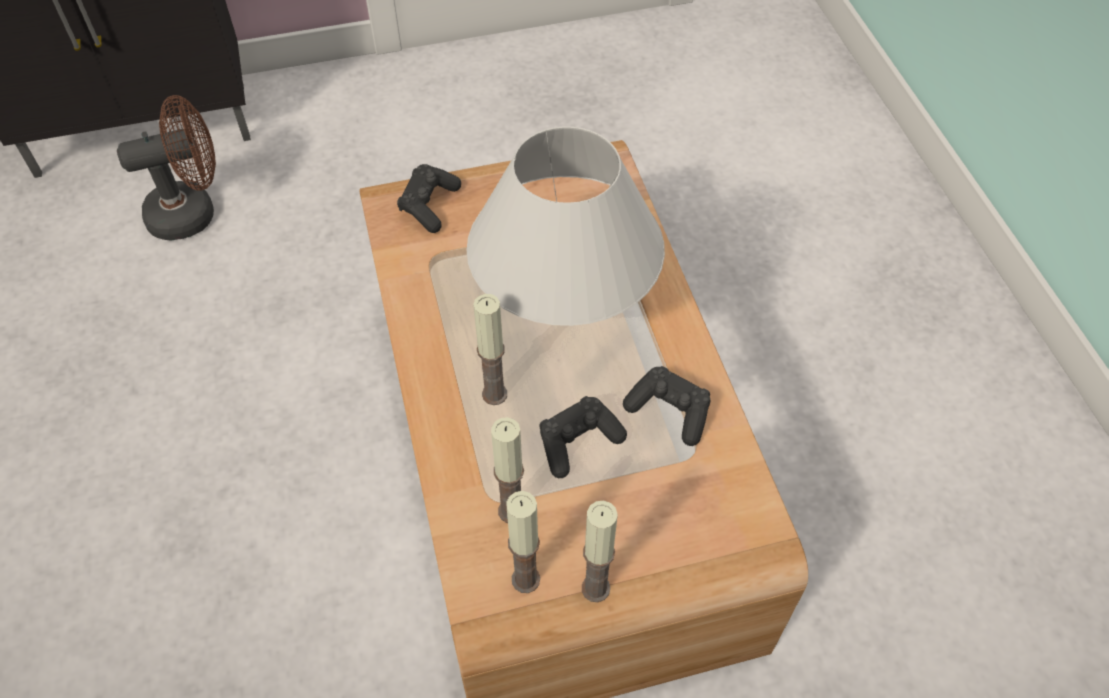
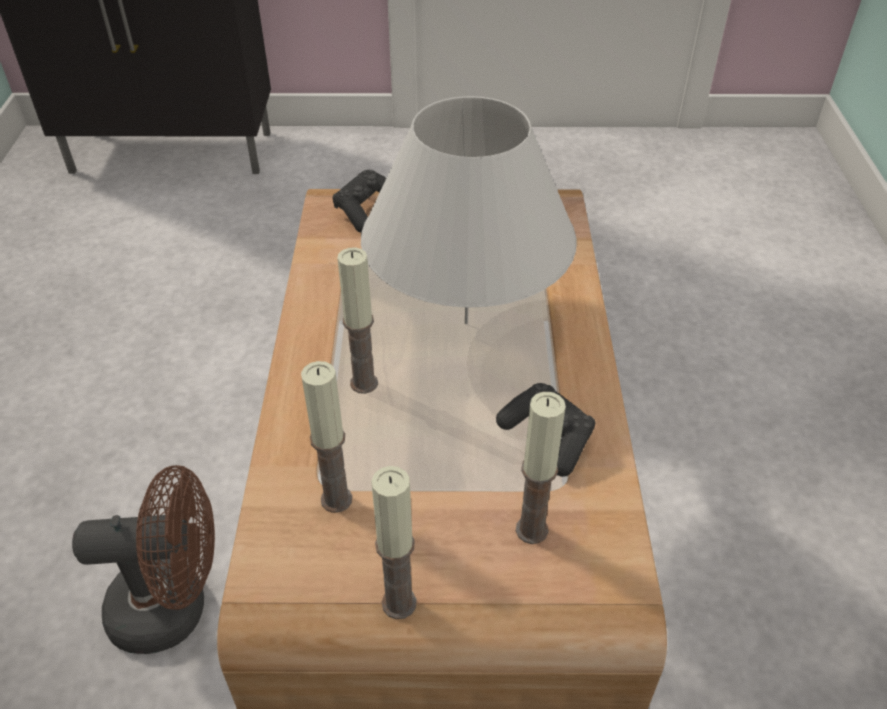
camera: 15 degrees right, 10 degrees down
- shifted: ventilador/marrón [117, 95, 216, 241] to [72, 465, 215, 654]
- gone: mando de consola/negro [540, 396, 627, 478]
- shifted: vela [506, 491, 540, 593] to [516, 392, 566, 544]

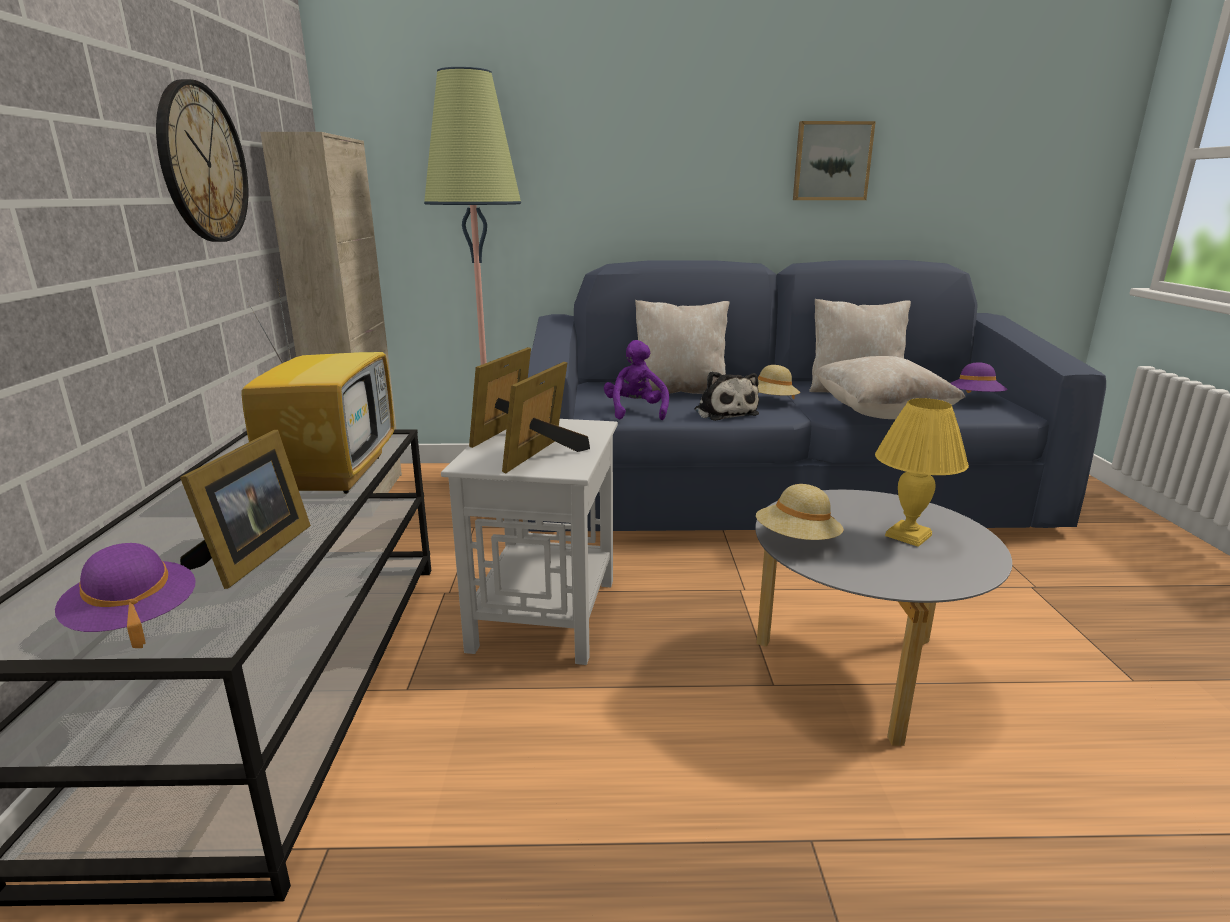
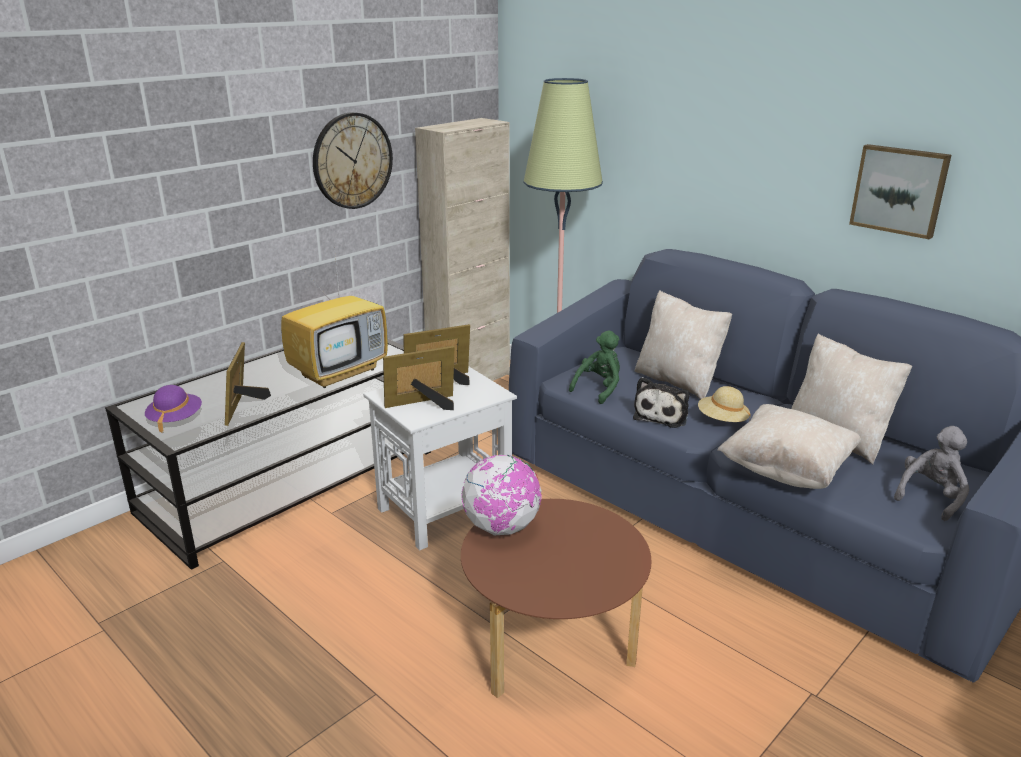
camera: 45 degrees right, 5 degrees up
- repainted: peluche/morado [604, 340, 669, 420] to peluche/verde [569, 330, 620, 404]
- swapped: sombrero/morado [950, 362, 1007, 393] to peluche/gris [894, 426, 969, 521]
- gone: lámpara de mesa/amarillo [875, 398, 969, 547]
- rotated: portarretratos [180, 430, 311, 589] = [225, 342, 271, 426] 120 degrees clockwise
- swapped: sombrero/beis [756, 484, 844, 540] to globo terráqueo [461, 455, 542, 535]
- repainted: mesa de centro/gris [755, 490, 1012, 746] to mesa de centro/marrón [461, 499, 652, 698]

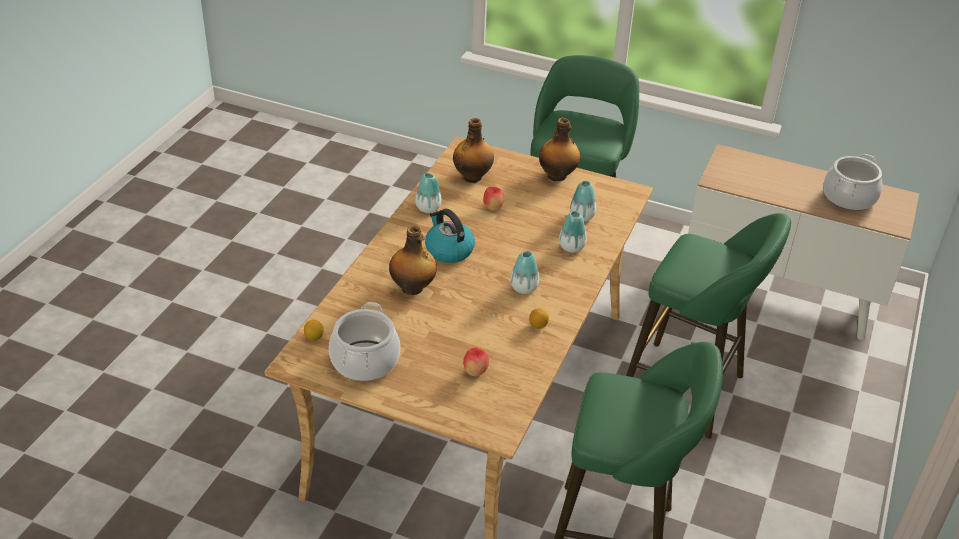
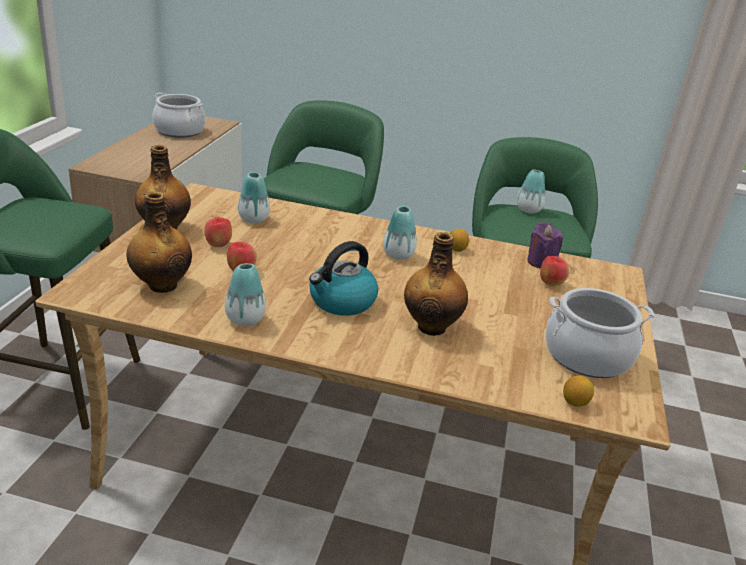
camera: 100 degrees left, 10 degrees down
- shifted: florero [559, 211, 587, 253] to [517, 170, 545, 214]
- new: manzana [204, 217, 232, 247]
- new: vela/morado [527, 222, 563, 269]

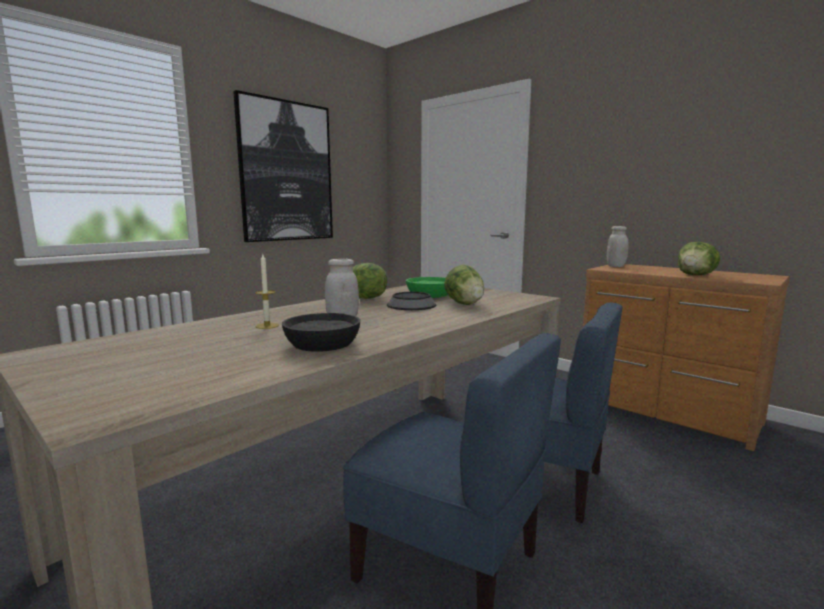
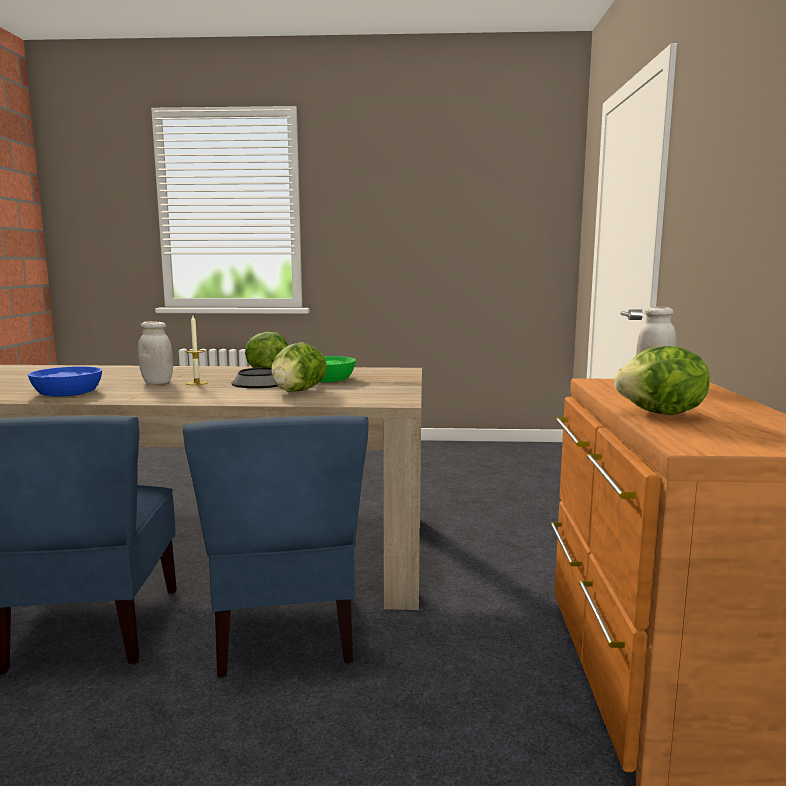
camera: 50 degrees right, 0 degrees up
- gone: cuadro [233, 90, 333, 242]
- shifted: vela [255, 254, 279, 329] to [186, 316, 208, 385]
- repainted: cuenco/negro [282, 313, 361, 352] to cuenco/azul [28, 366, 102, 396]

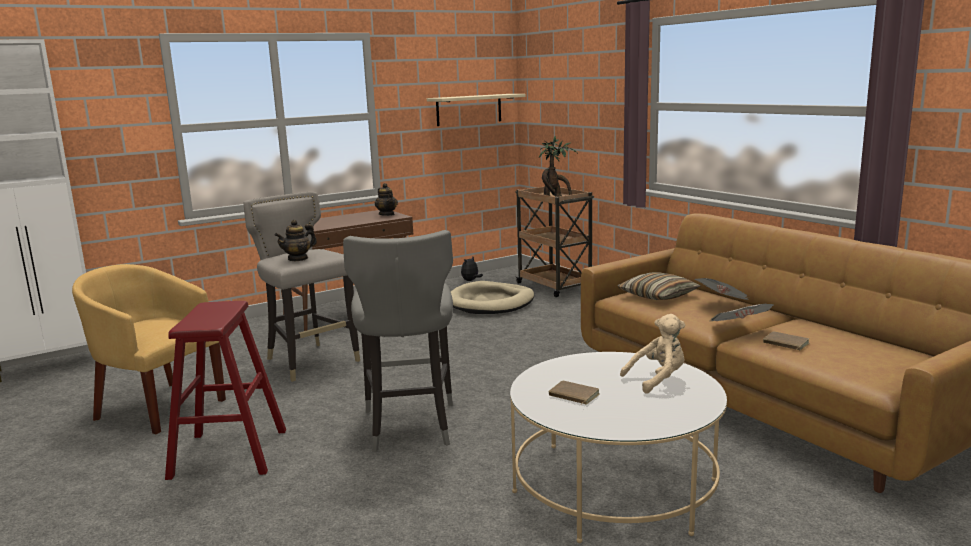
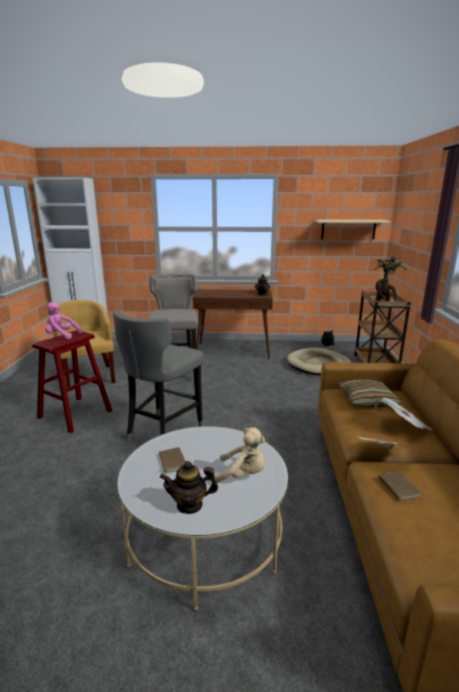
camera: 35 degrees right, 5 degrees up
- shifted: tetera [275, 219, 317, 261] to [160, 461, 218, 514]
- new: peluche/rosa [45, 302, 82, 339]

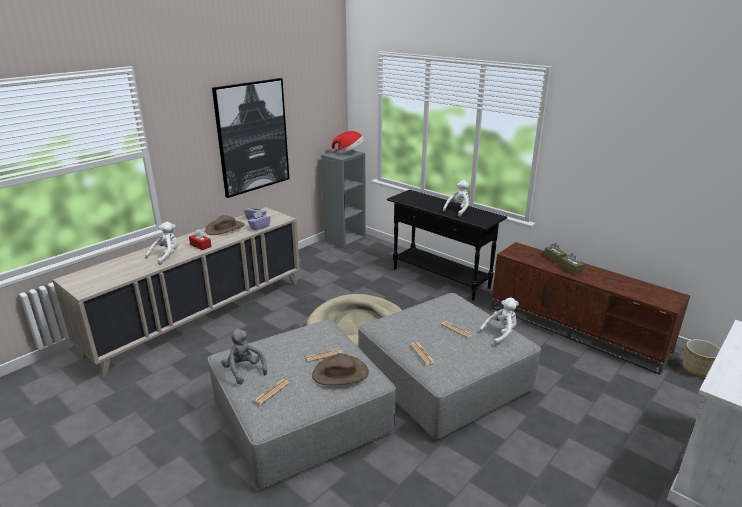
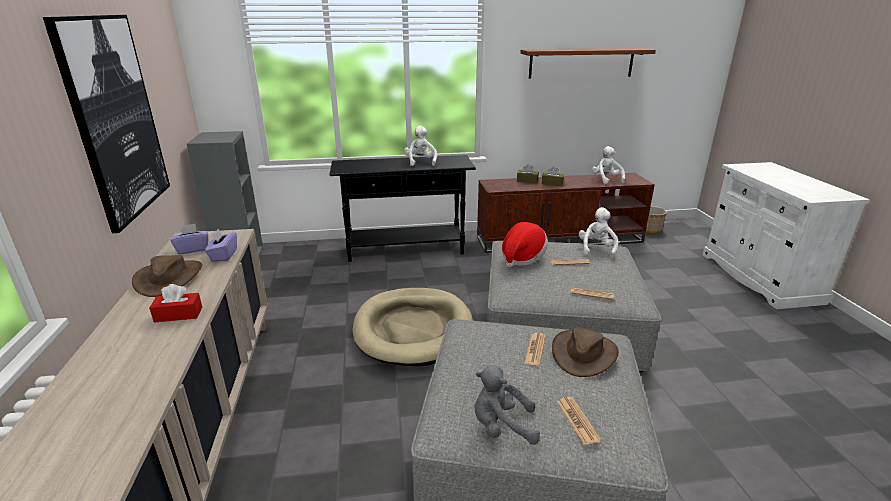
camera: 50 degrees left, 0 degrees up
- shifted: sombrero [332, 131, 365, 154] to [502, 222, 548, 267]
- shifted: peluche/blanco [145, 222, 179, 265] to [592, 146, 625, 184]
- new: estante/marrón [520, 48, 656, 79]

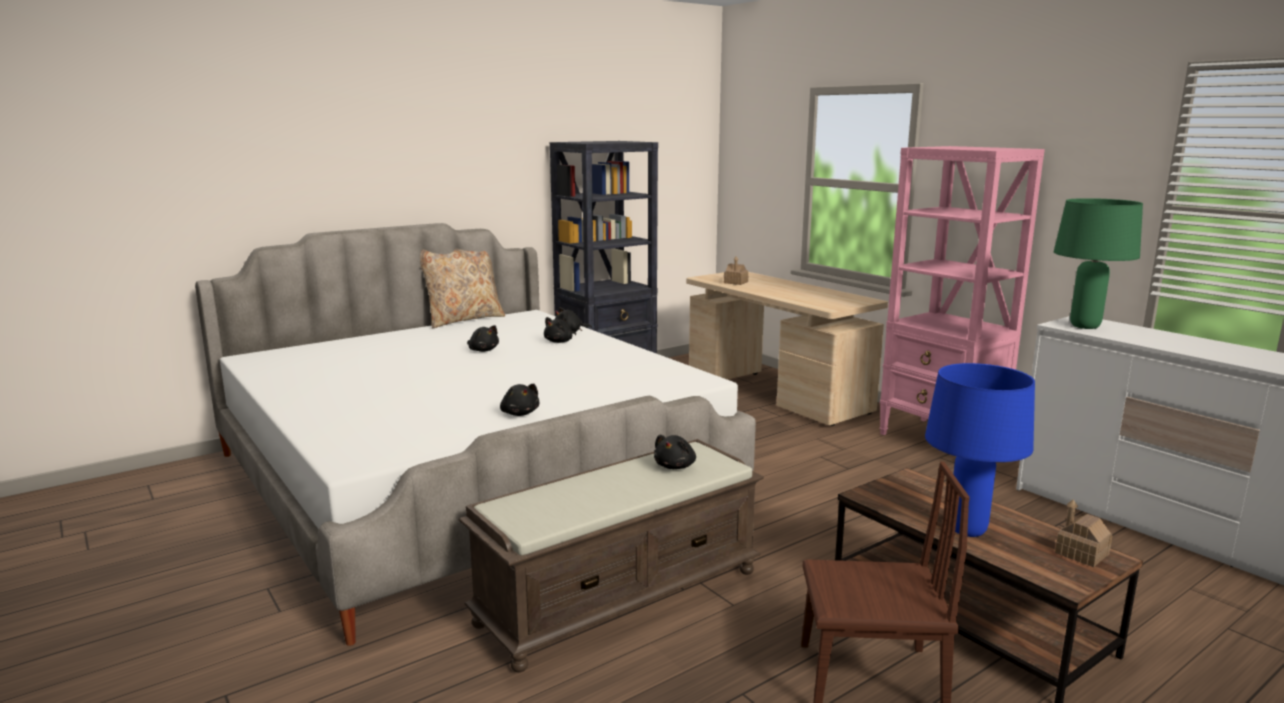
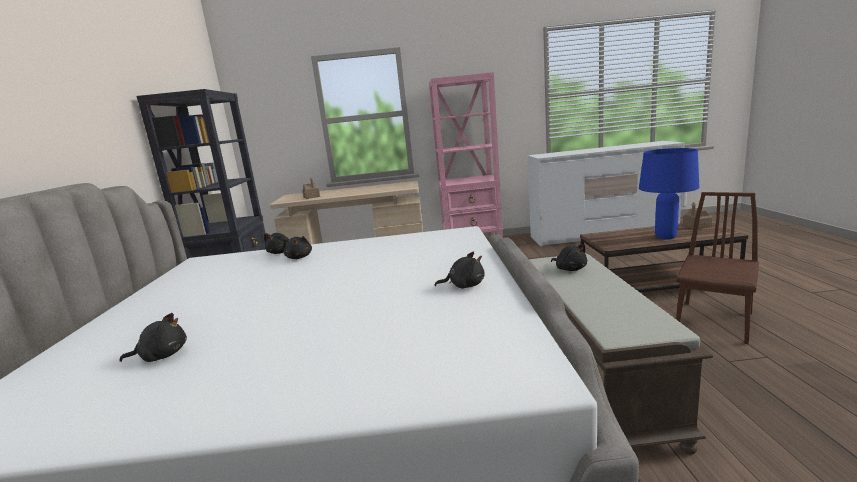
camera: 55 degrees left, 0 degrees up
- gone: lámpara de mesa/verde [1054, 198, 1143, 329]
- gone: cojín/beis [420, 249, 505, 328]
- shifted: peluche/negro [467, 325, 499, 352] to [119, 313, 187, 362]

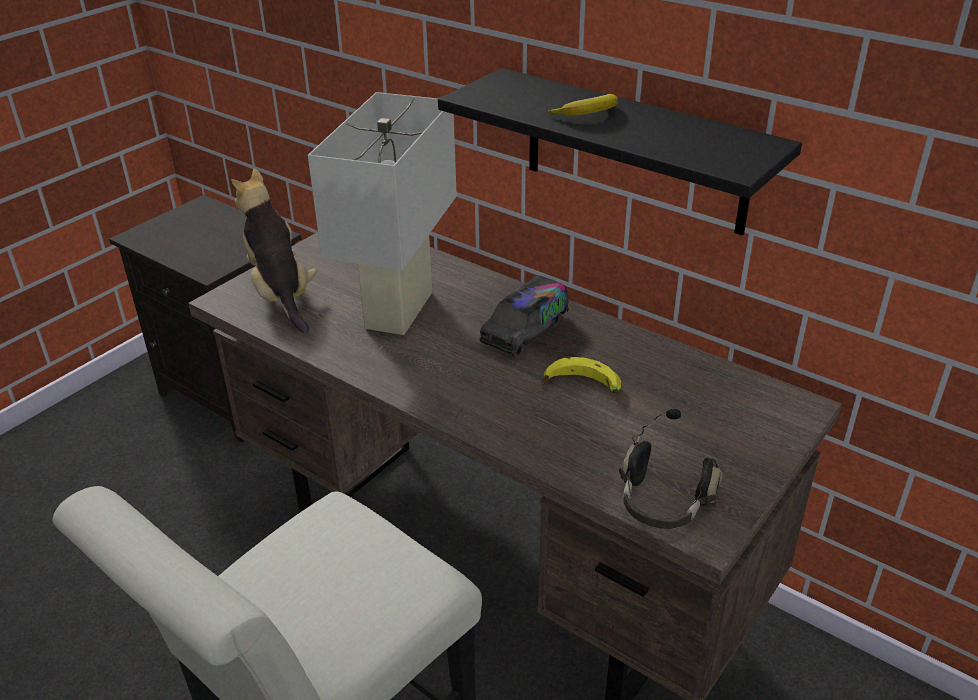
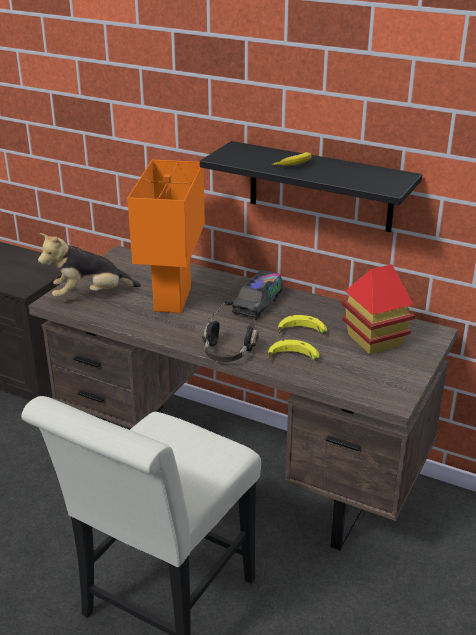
camera: 10 degrees left, 5 degrees down
- repainted: lámpara de mesa/blanco [308, 92, 457, 335] to lámpara de mesa/naranja [127, 160, 205, 313]
- rotated: peluche [231, 168, 317, 333] = [38, 233, 141, 297] 75 degrees counterclockwise
- shifted: auriculares/negro [619, 409, 723, 529] to [202, 299, 259, 362]
- new: casita [341, 264, 415, 354]
- new: plátano [268, 340, 319, 361]

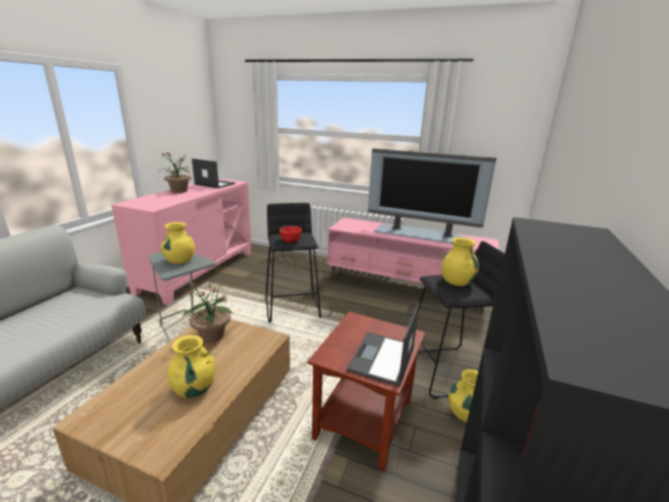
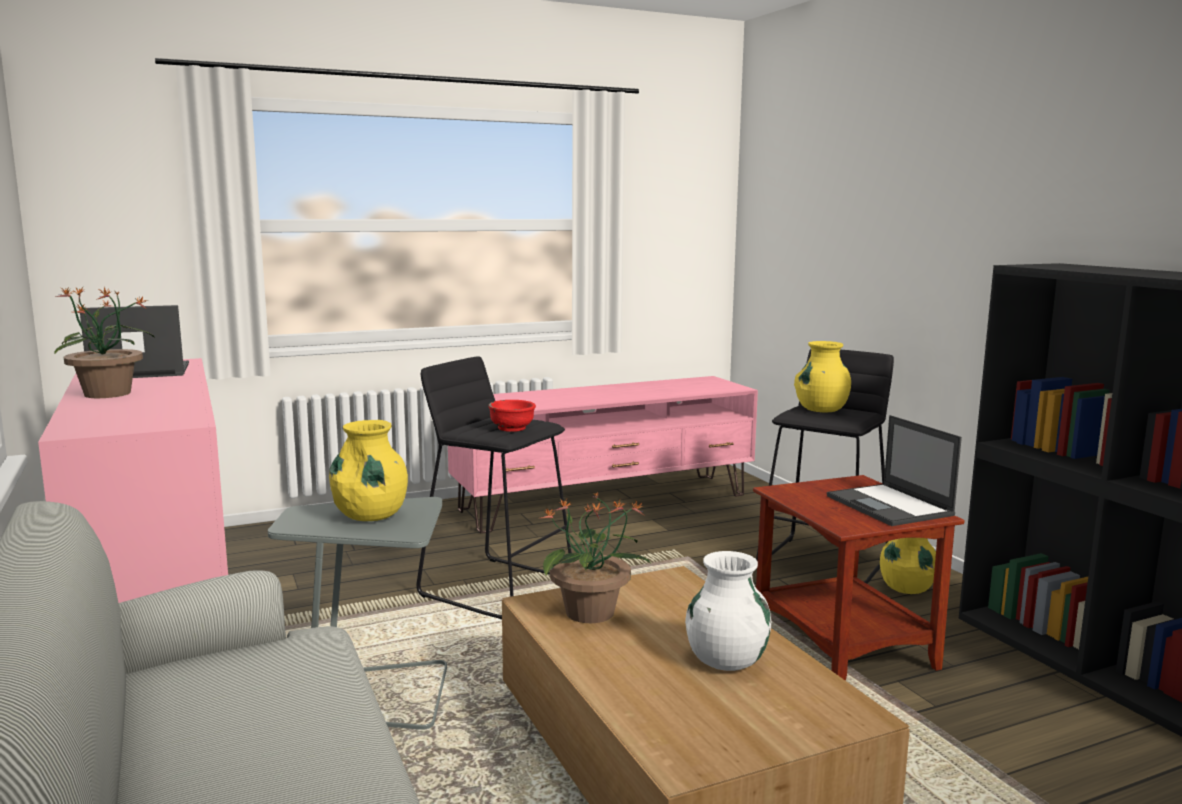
camera: 45 degrees left, 10 degrees down
- gone: televisor [368, 148, 497, 244]
- repainted: florero/amarillo [167, 335, 216, 398] to florero/blanco [685, 551, 771, 671]

